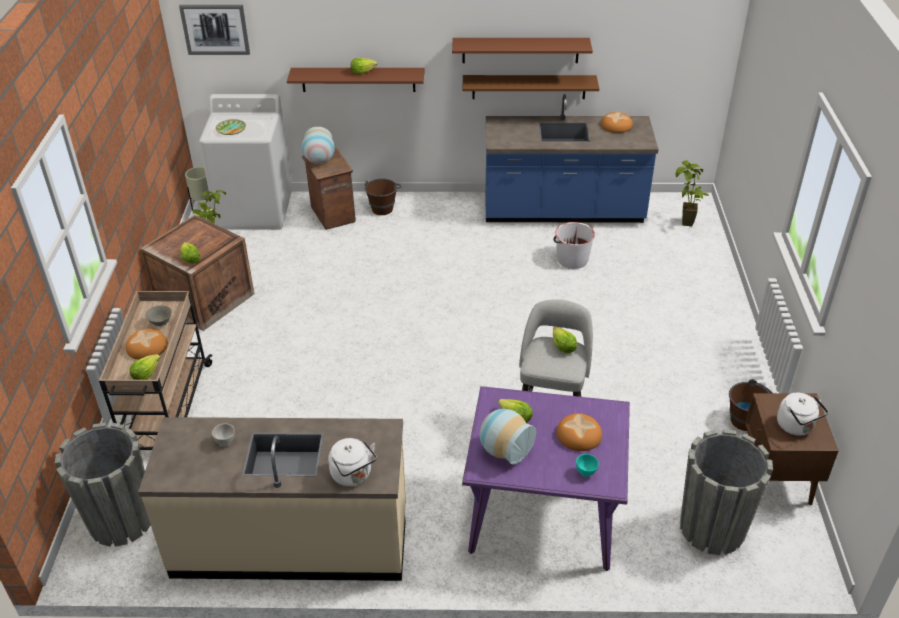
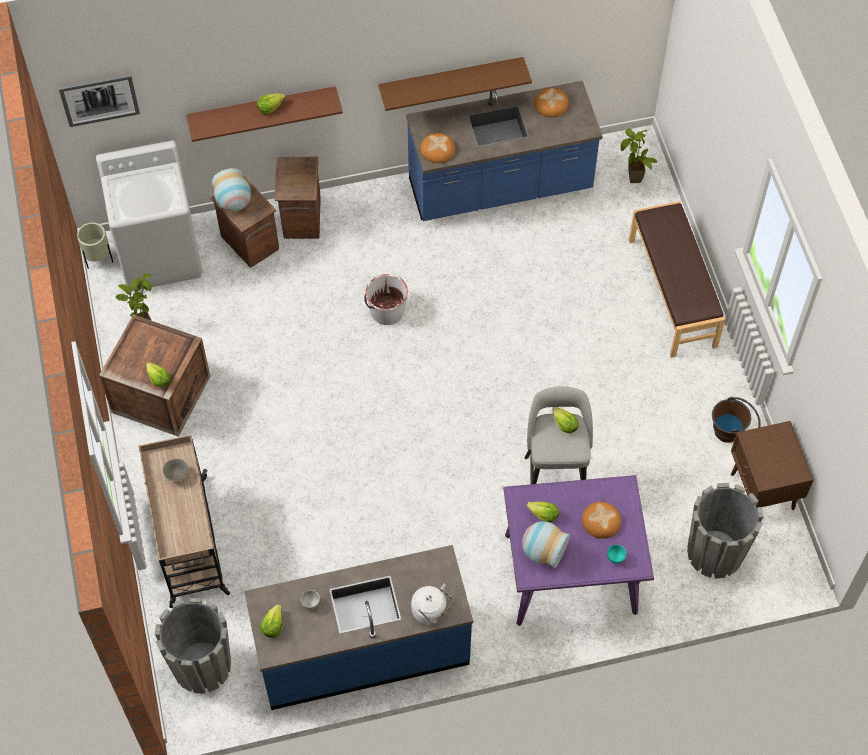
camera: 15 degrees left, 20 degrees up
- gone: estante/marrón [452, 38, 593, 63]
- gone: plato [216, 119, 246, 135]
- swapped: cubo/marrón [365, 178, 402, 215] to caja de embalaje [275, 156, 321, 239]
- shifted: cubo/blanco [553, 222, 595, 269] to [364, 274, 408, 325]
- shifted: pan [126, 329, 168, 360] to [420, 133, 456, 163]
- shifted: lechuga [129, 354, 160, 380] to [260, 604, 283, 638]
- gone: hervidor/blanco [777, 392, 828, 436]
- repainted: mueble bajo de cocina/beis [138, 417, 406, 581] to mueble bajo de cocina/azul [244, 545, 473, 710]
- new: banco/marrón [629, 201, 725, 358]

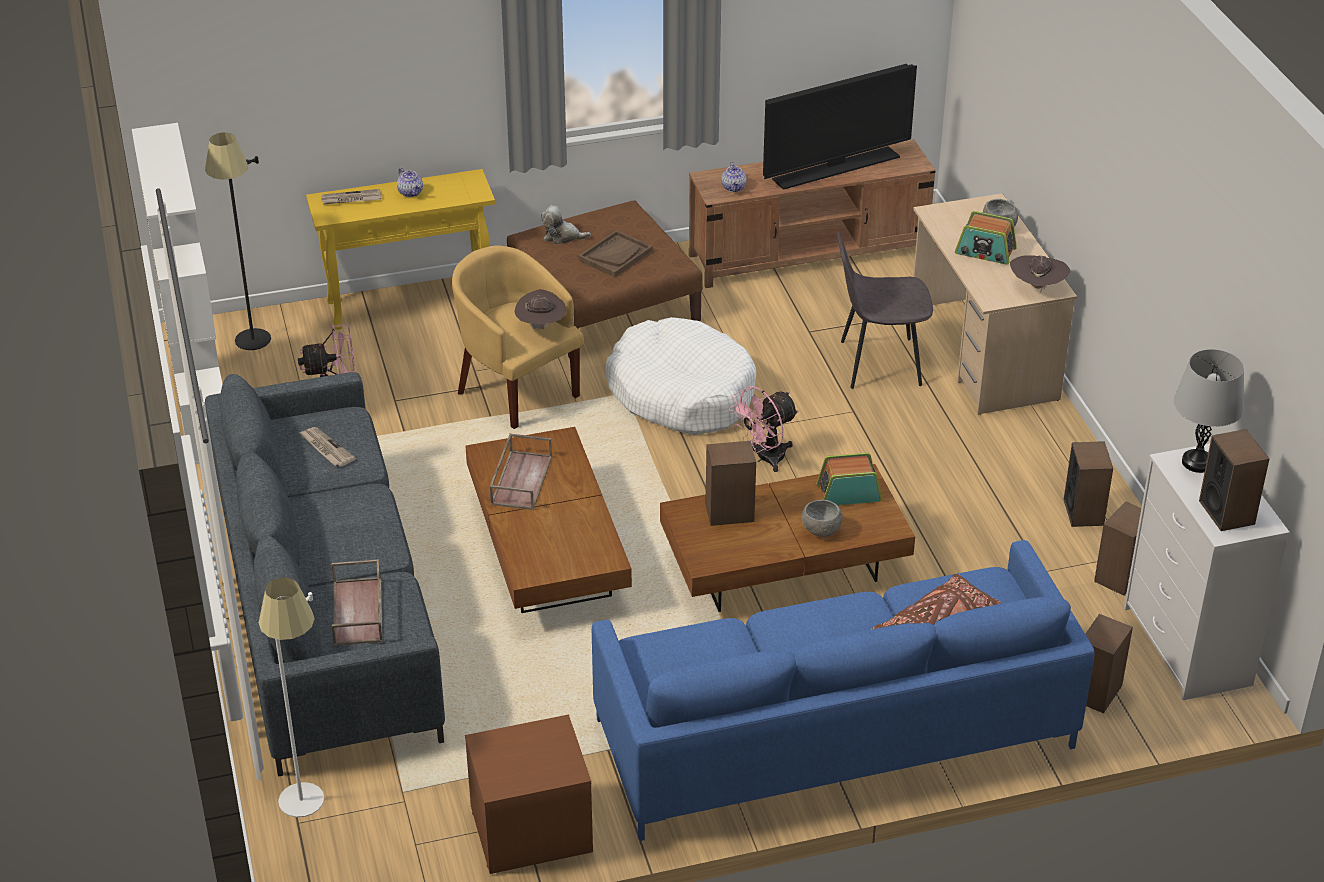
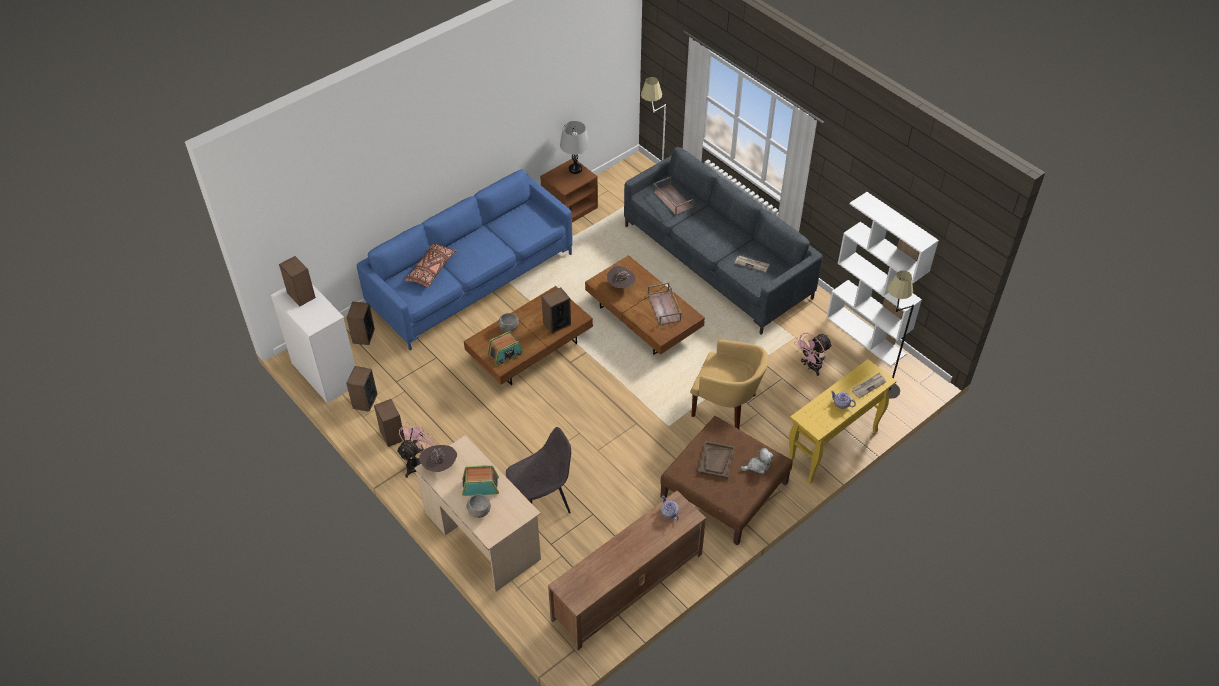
camera: 155 degrees right, 10 degrees up
- gone: televisor [763, 64, 917, 190]
- shifted: sombrero/marrón [514, 289, 567, 330] to [607, 266, 636, 288]
- gone: cama para perro/blanco [605, 317, 757, 435]
- shifted: lámpara de mesa/gris [1174, 349, 1244, 473] to [560, 121, 590, 174]
- shifted: ventilador/rosa [729, 386, 799, 472] to [396, 421, 436, 478]

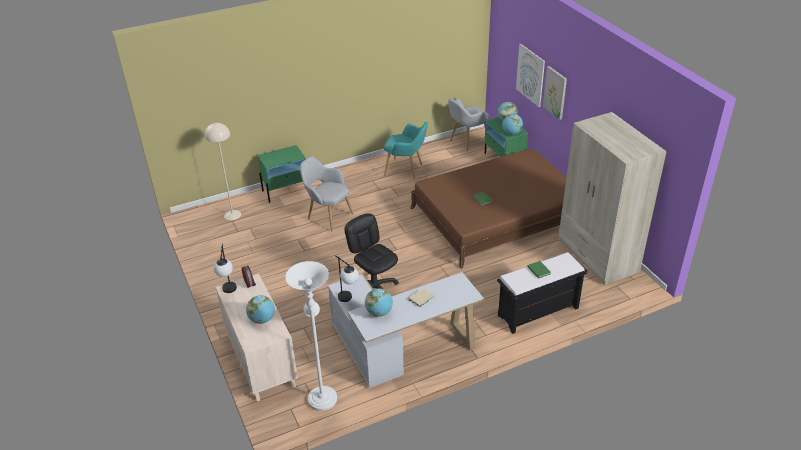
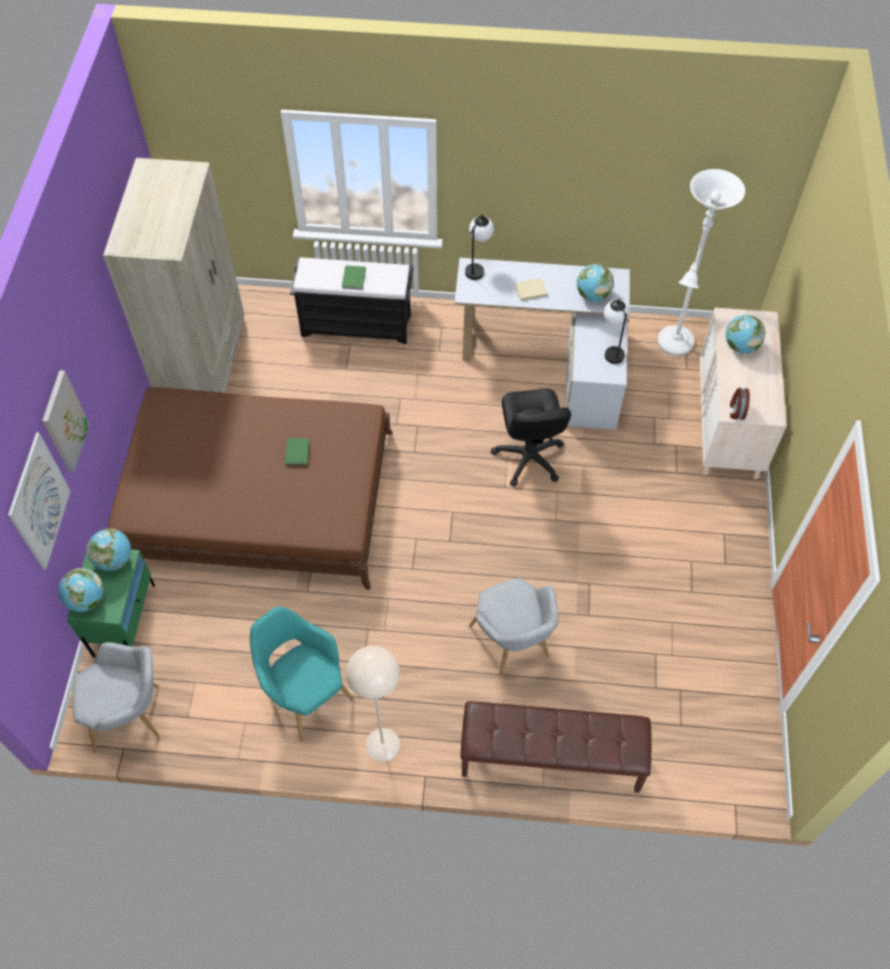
camera: 150 degrees left, 20 degrees up
- shifted: lámpara de pie/beis [204, 123, 241, 220] to [346, 646, 400, 761]
- swapped: mesita de noche/verde [258, 145, 306, 203] to banco/marrón [460, 701, 652, 793]
- shifted: lámpara de mesa [214, 244, 237, 293] to [465, 214, 494, 280]

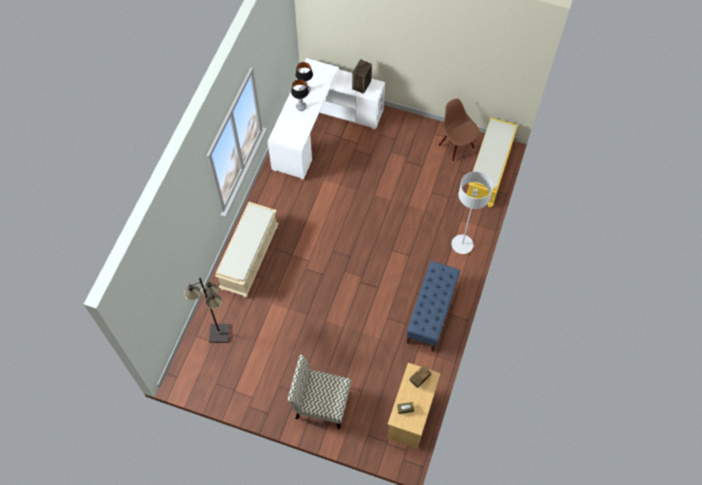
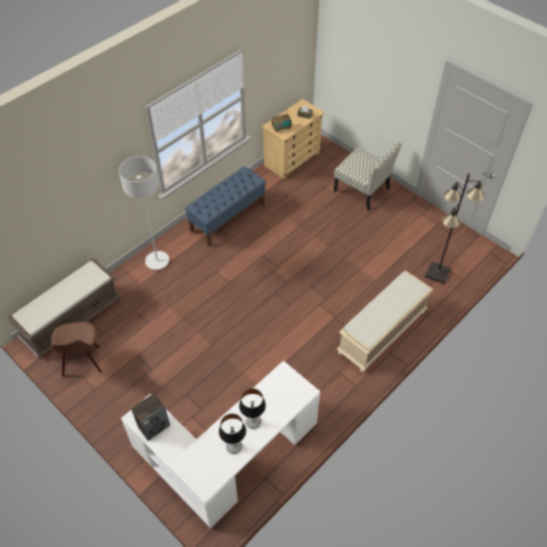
camera: 155 degrees left, 10 degrees down
- repainted: banco/amarillo [466, 118, 518, 207] to banco/marrón [8, 258, 121, 359]

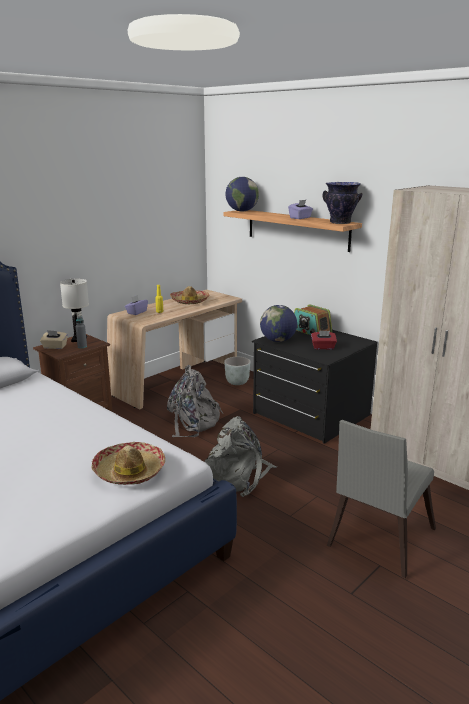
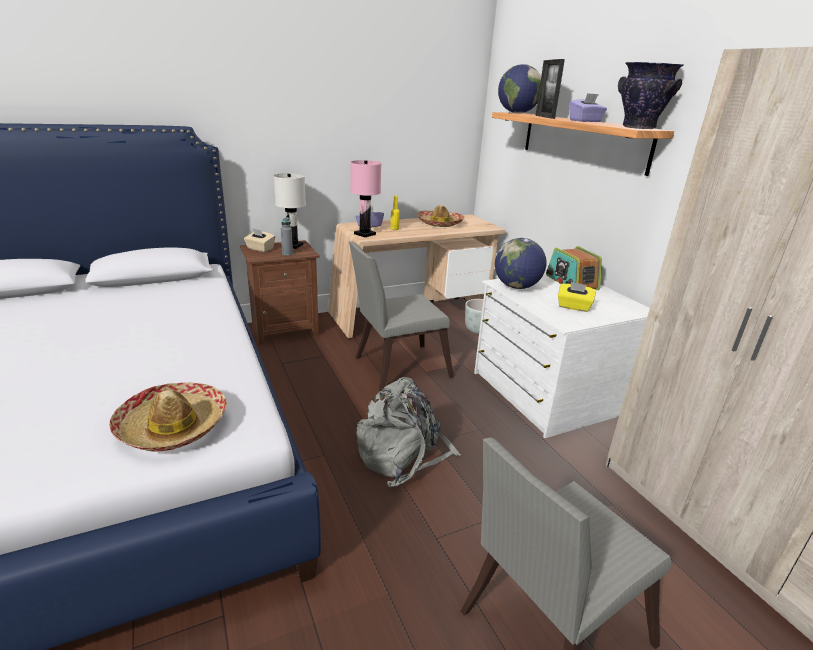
camera: 20 degrees right, 5 degrees up
- repainted: cómoda/negro [252, 330, 378, 444] to cómoda/blanco [474, 273, 650, 438]
- repainted: caja de pañuelos/rojo [311, 330, 337, 349] to caja de pañuelos/amarillo [558, 282, 596, 312]
- swapped: mochila/gris [167, 365, 223, 437] to silla/gris [349, 241, 454, 391]
- new: portarretratos [536, 59, 565, 119]
- new: lámpara de mesa/rosa [350, 160, 381, 237]

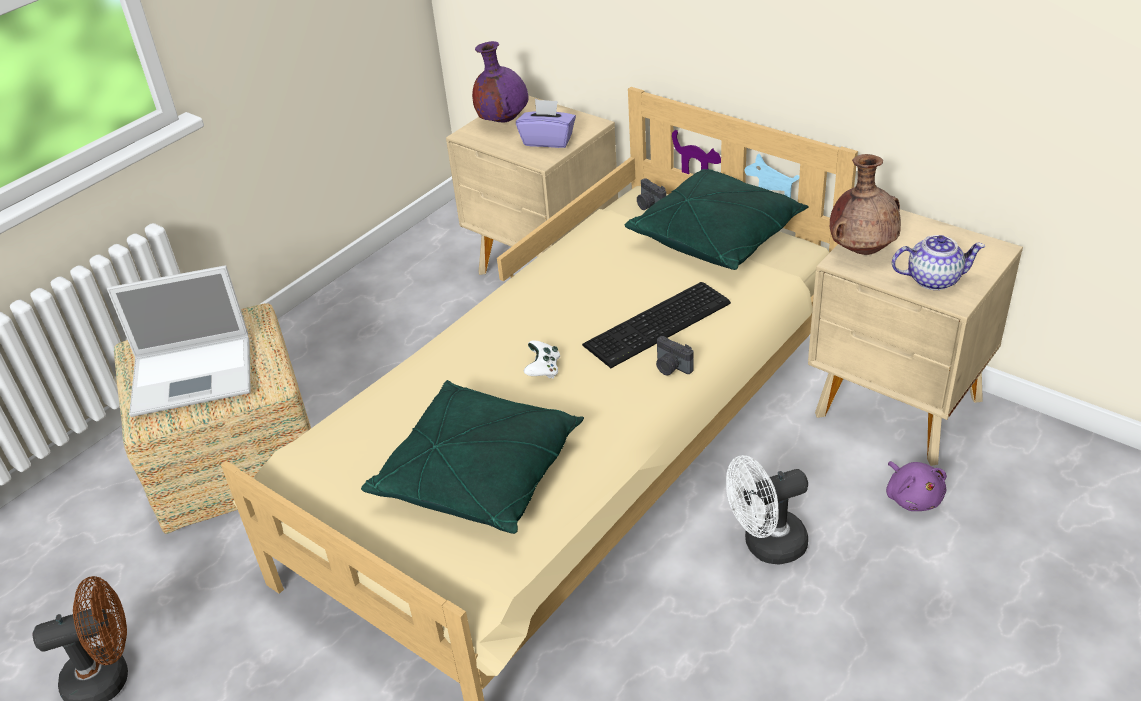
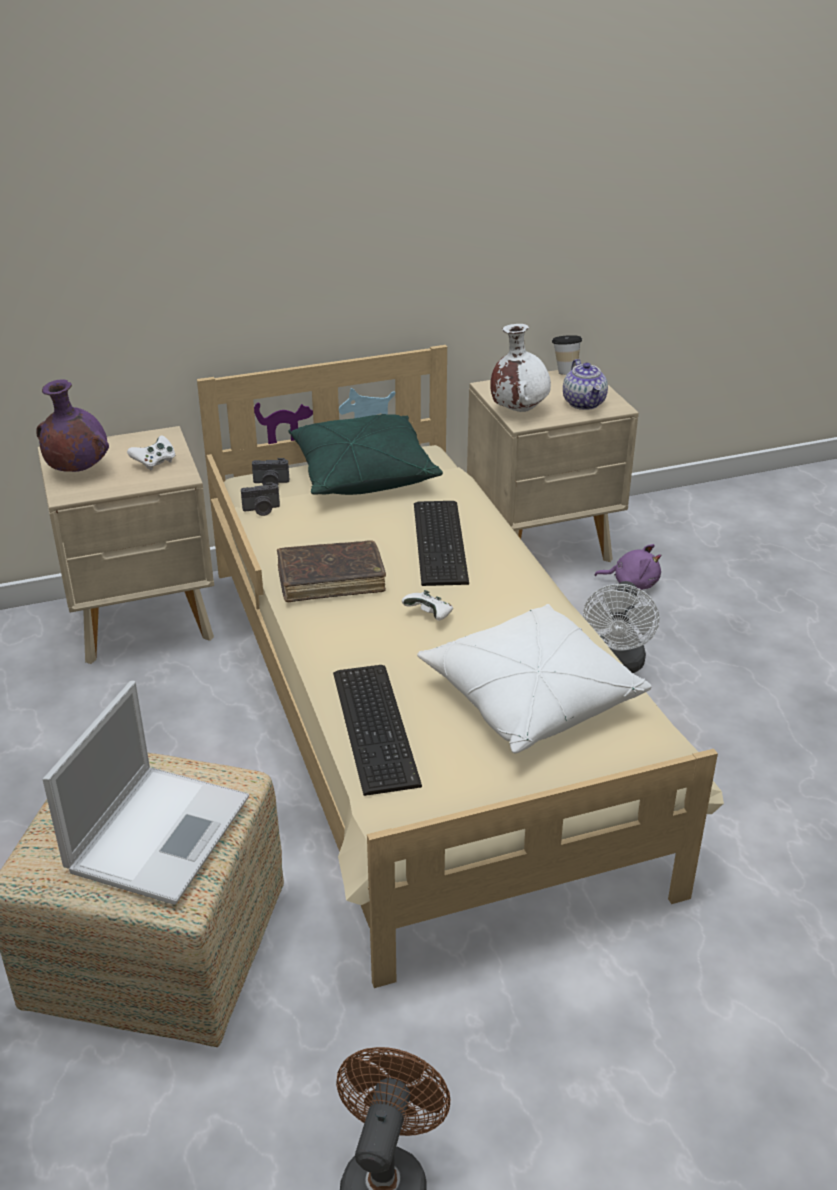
camera: 60 degrees left, 5 degrees down
- swapped: caja de pañuelos/morado [516, 99, 576, 148] to mando de consola/blanco [127, 436, 175, 471]
- repainted: florero/marrón [830, 154, 901, 255] to florero/blanco [490, 324, 551, 412]
- rotated: tetera [892, 235, 985, 290] = [563, 359, 608, 410] 135 degrees clockwise
- shifted: cámara [656, 336, 694, 376] to [241, 482, 280, 516]
- repainted: cojín/verde [361, 380, 584, 534] to cojín/blanco [417, 604, 652, 753]
- new: taza [552, 335, 582, 375]
- new: libro/marrón [277, 540, 386, 602]
- new: teclado [333, 665, 422, 796]

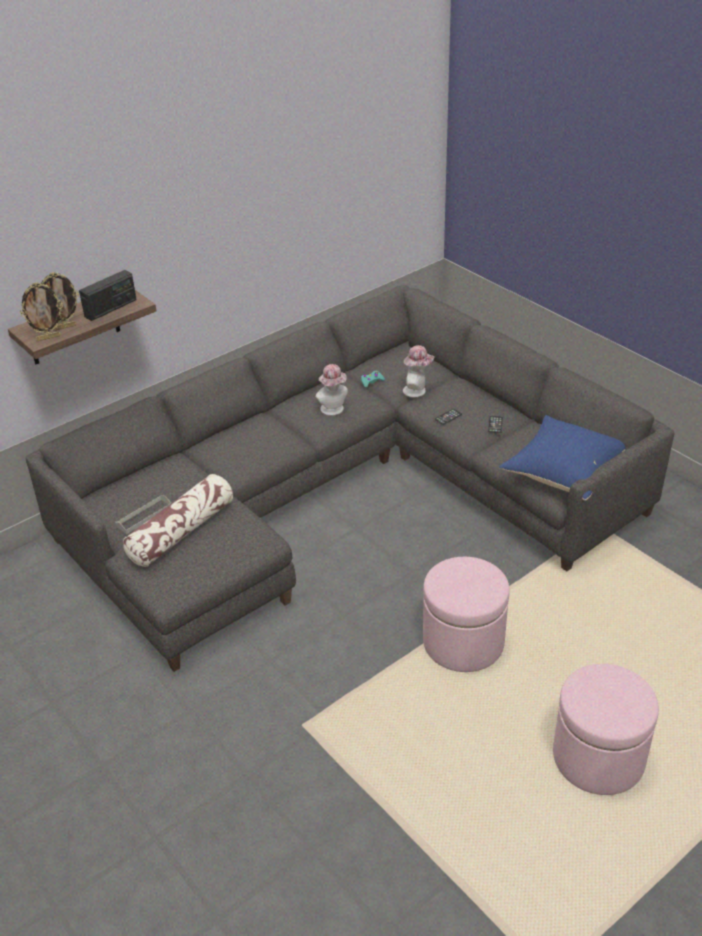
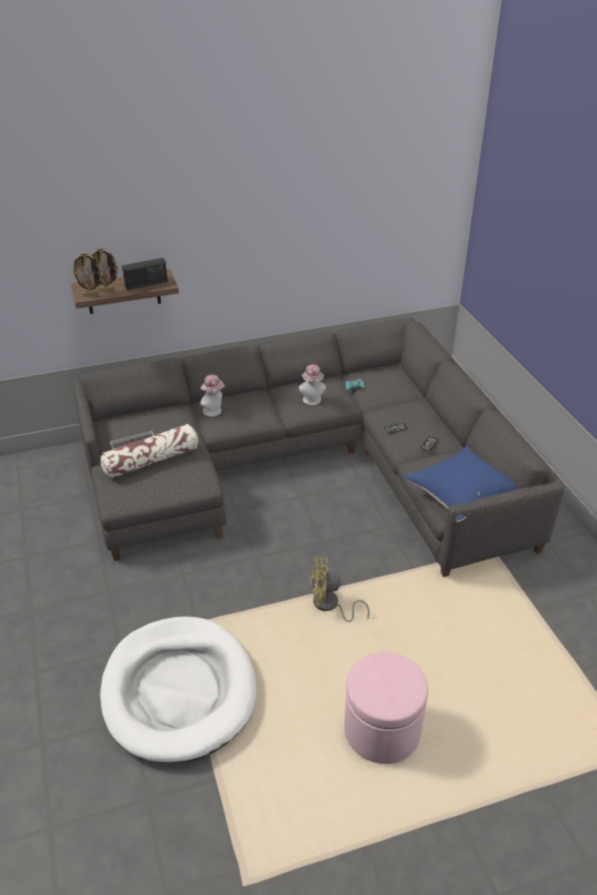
camera: 20 degrees right, 0 degrees up
- shifted: sombrero [403, 345, 435, 398] to [200, 375, 225, 417]
- swapped: puf/rosa [423, 557, 510, 672] to ventilador/amarillo [311, 558, 370, 622]
- new: cama para perro/blanco [100, 616, 257, 763]

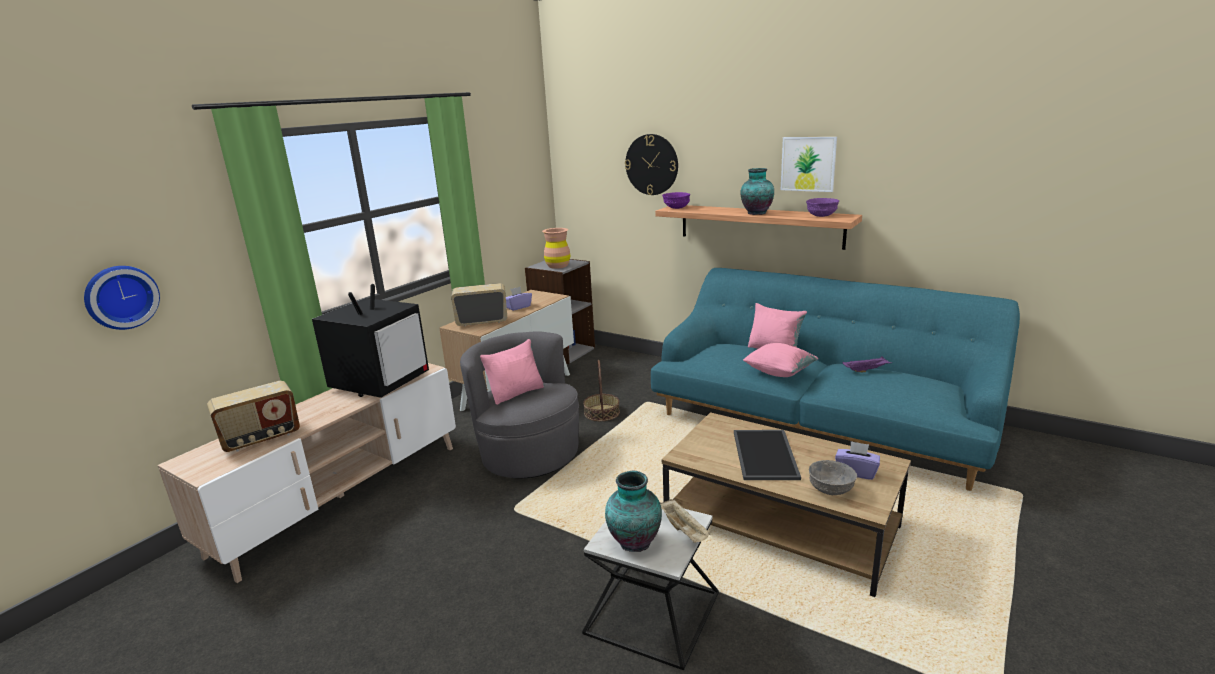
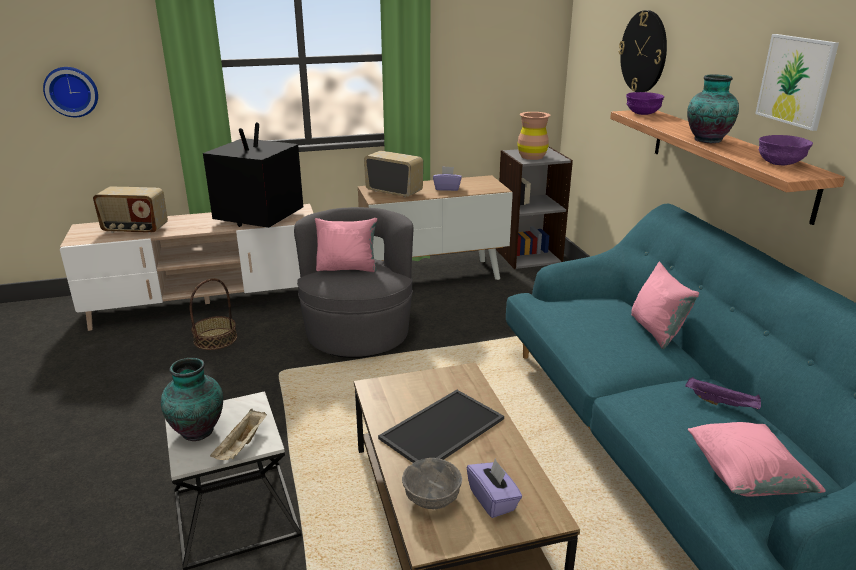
camera: 40 degrees right, 5 degrees up
- rotated: televisor [312, 284, 429, 398] = [203, 122, 303, 228] 135 degrees clockwise
- shifted: cojín/rosa [743, 343, 819, 377] to [688, 422, 826, 496]
- shifted: cesta [583, 360, 620, 421] to [190, 278, 237, 350]

